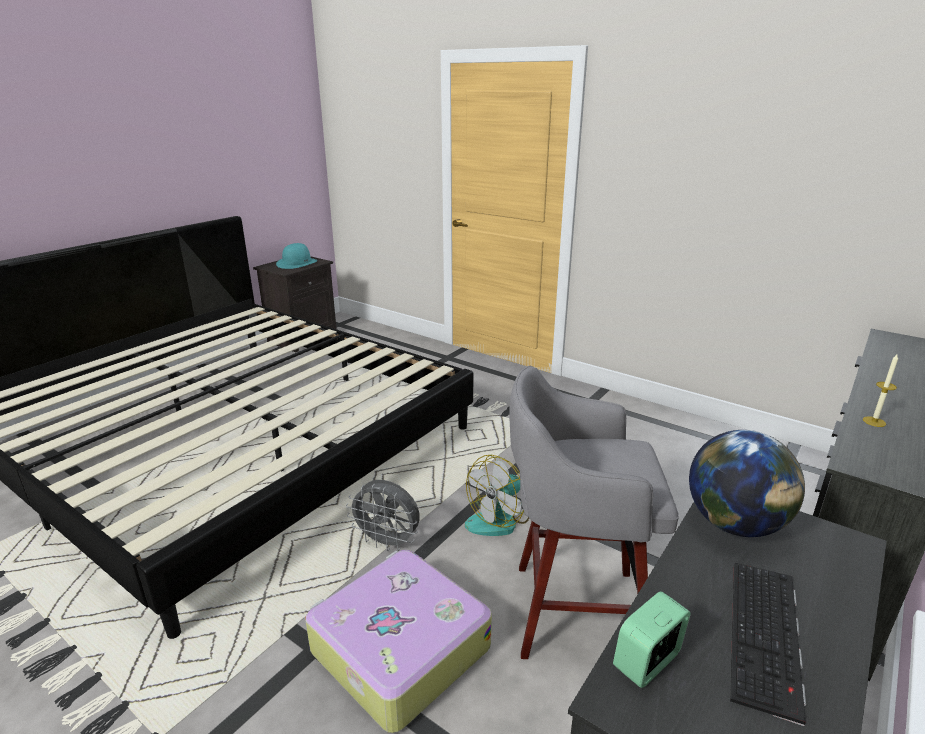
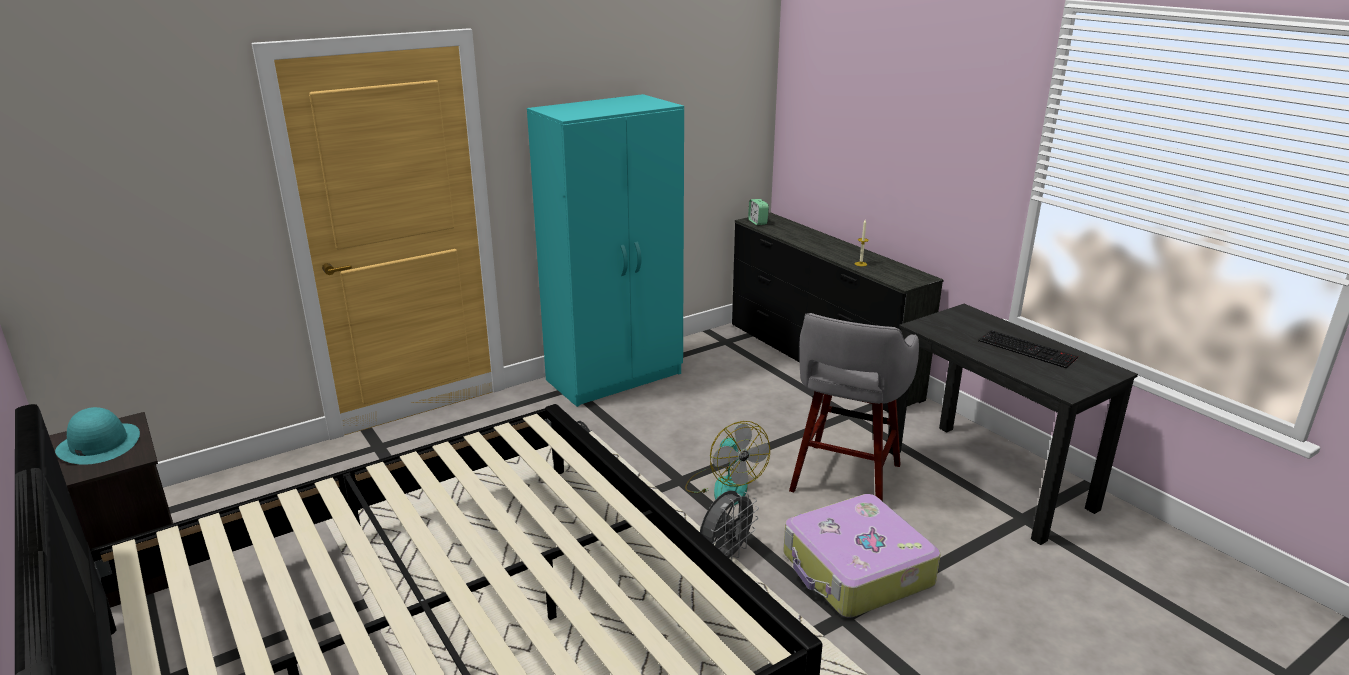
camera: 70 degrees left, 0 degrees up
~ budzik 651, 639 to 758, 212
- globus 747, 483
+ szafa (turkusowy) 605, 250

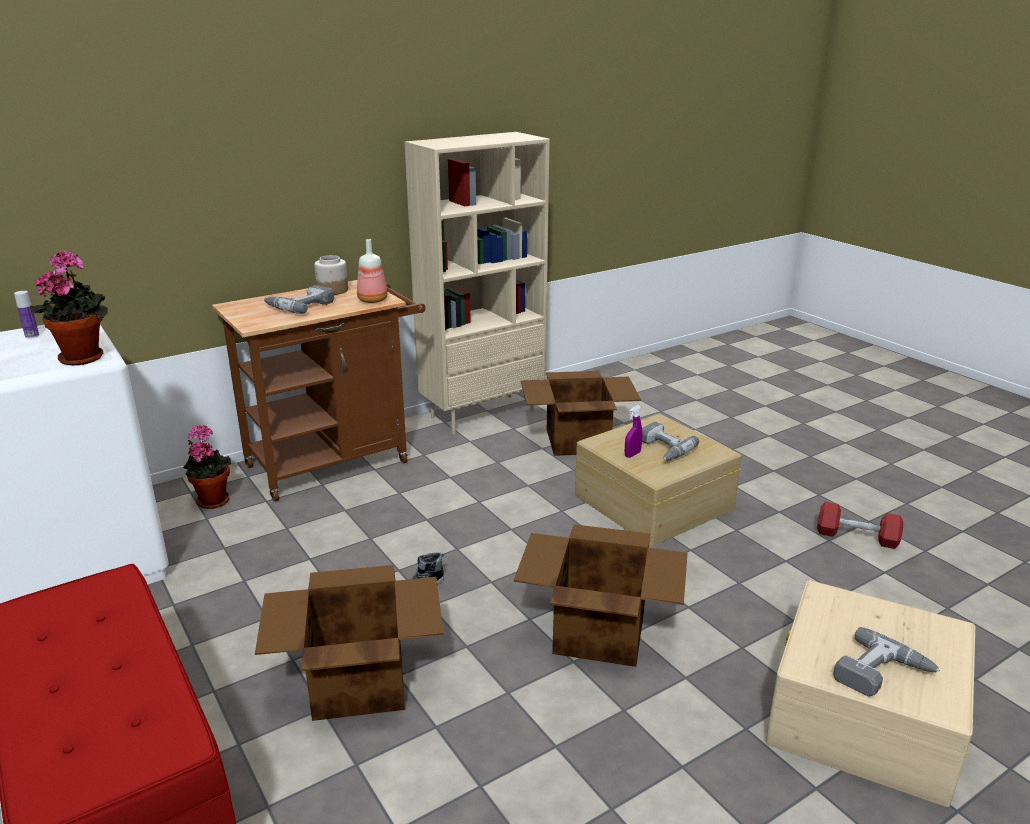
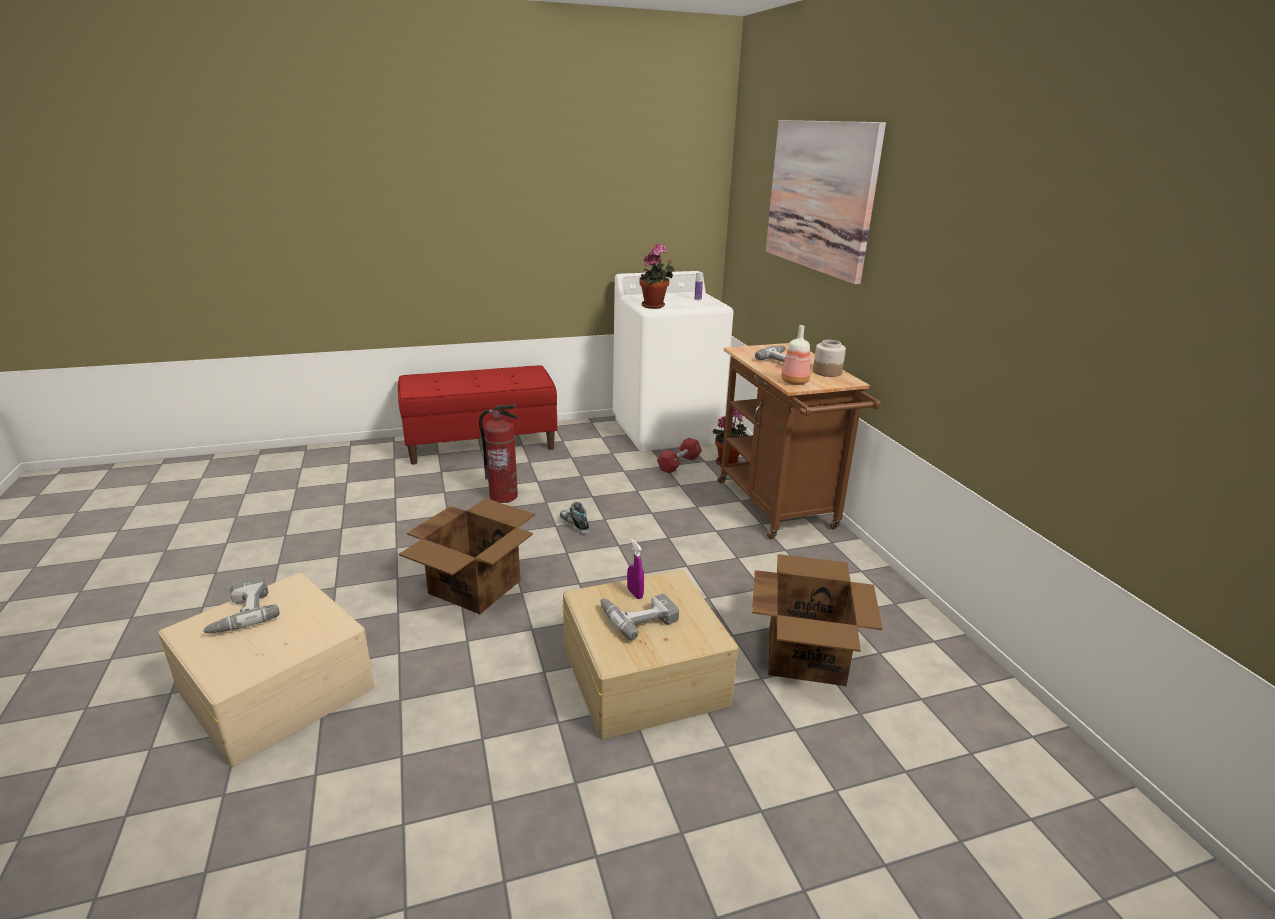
camera: 105 degrees right, 0 degrees up
~ karton 349, 643 to gaśnica 498, 453
- regał (beżowy) 477, 283
~ hantel (czerwony) 860, 525 to 679, 455
+ obraz 826, 202

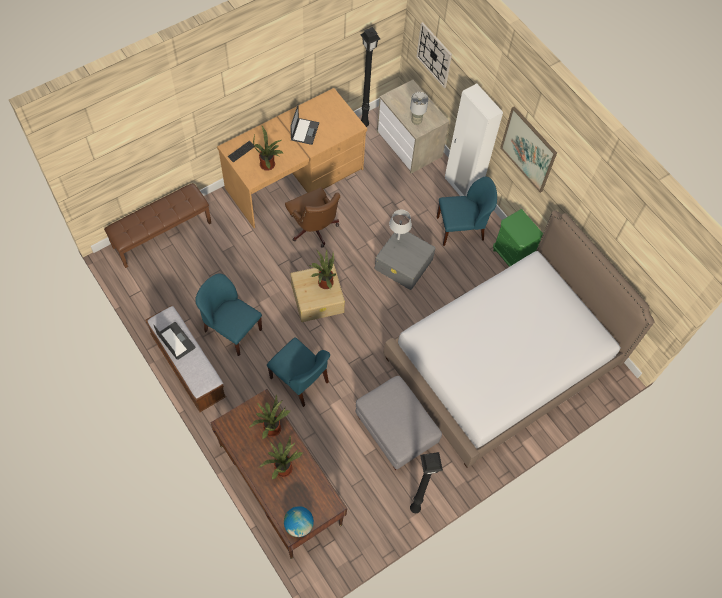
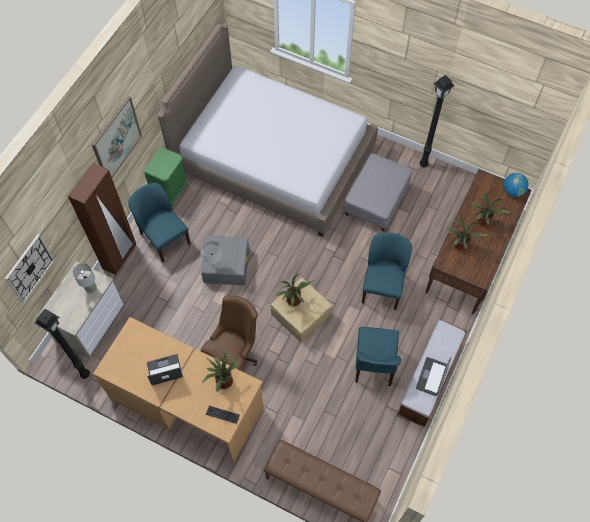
camera: 115 degrees left, 0 degrees up
~ szafa (biały) 474, 140 to szafa (brązowy) 102, 219

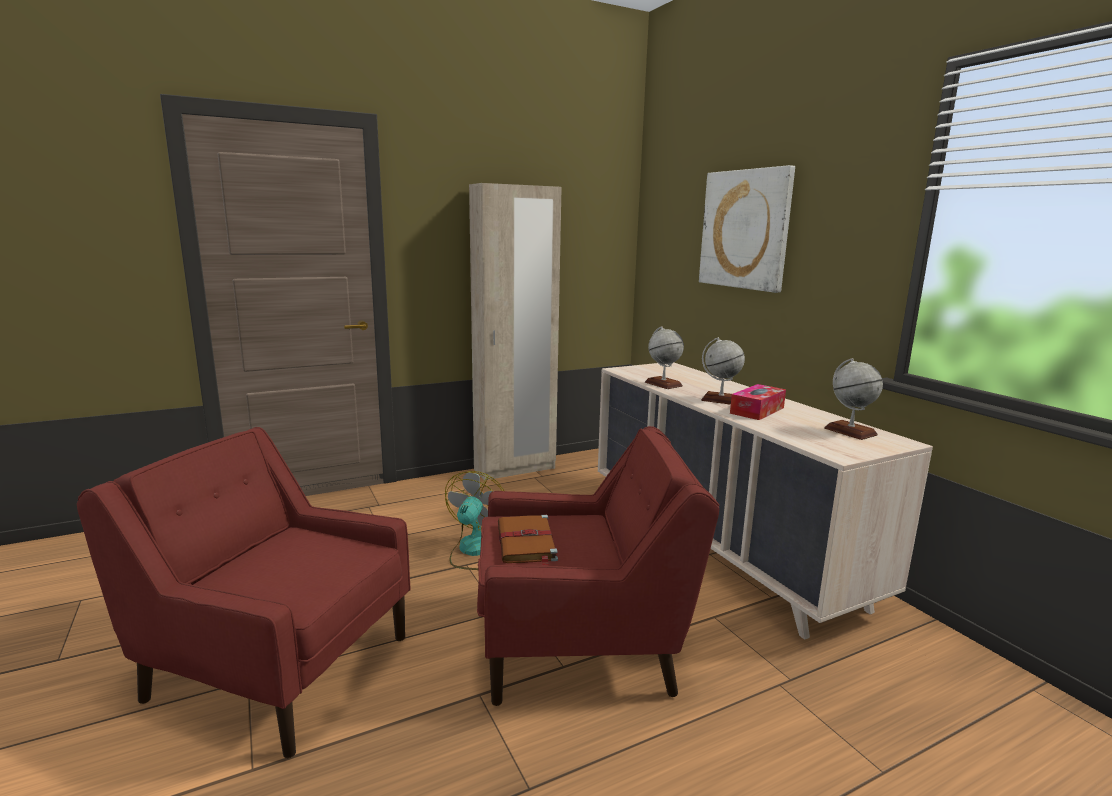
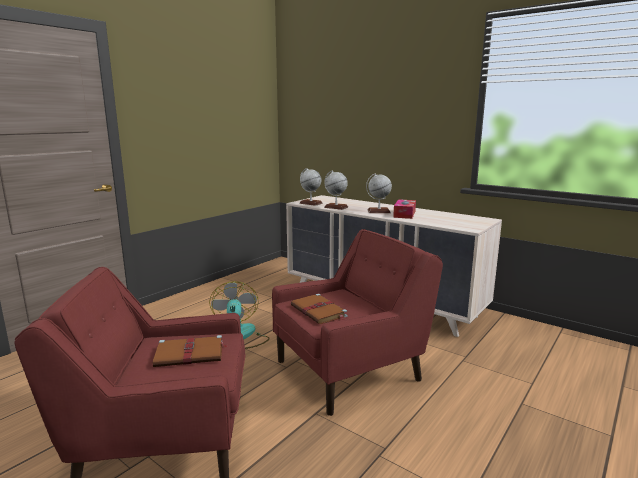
camera: 25 degrees left, 0 degrees up
- szafa (beżowy) 515, 332
- obraz 747, 229
~ globus 853, 399 to 311, 187
+ książka (brązowy) 190, 351

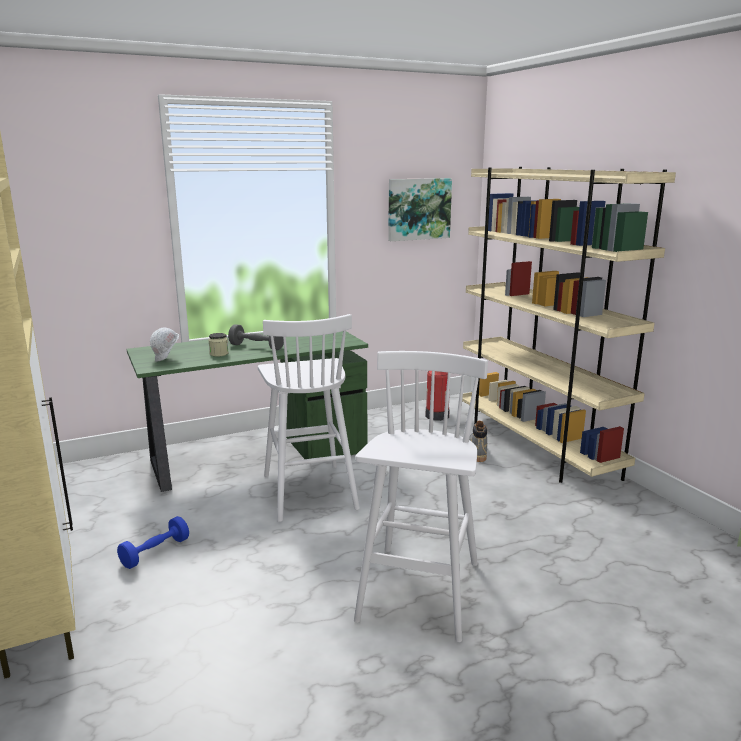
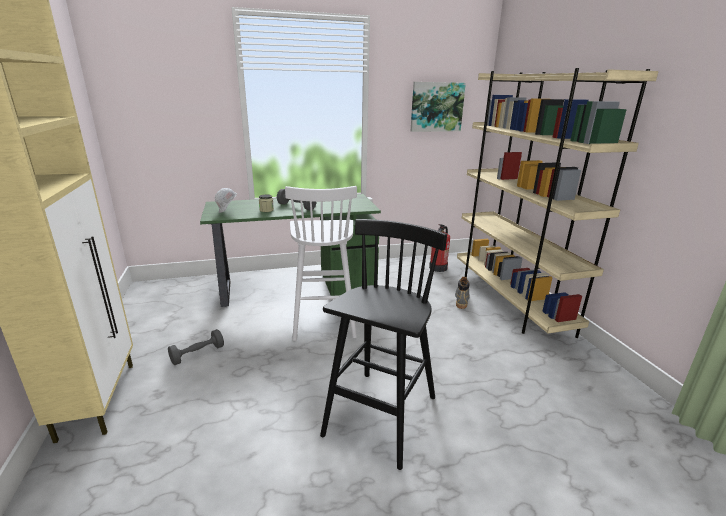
camera: 10 degrees right, 5 degrees up
~ hantel (niebieski) 153, 542 to hantel (szary) 196, 347
~ stołek (biały) 421, 496 to stołek (czarny) 383, 344

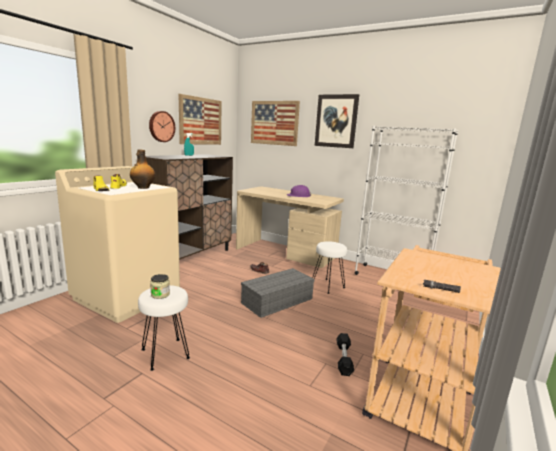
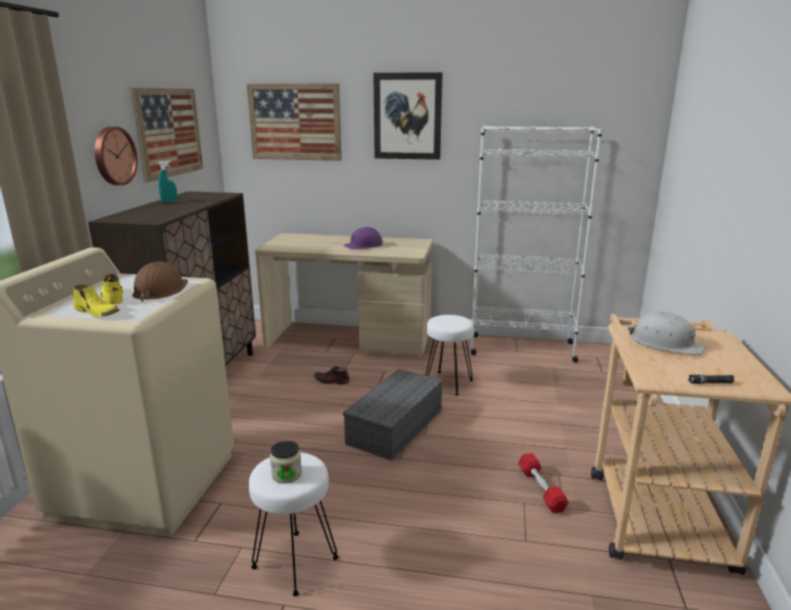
camera: 20 degrees left, 5 degrees up
~ butelka 142, 169 to kask (brązowy) 160, 281
~ hantel (czarny) 345, 354 to hantel (czerwony) 543, 483
+ kask (biały) 667, 333

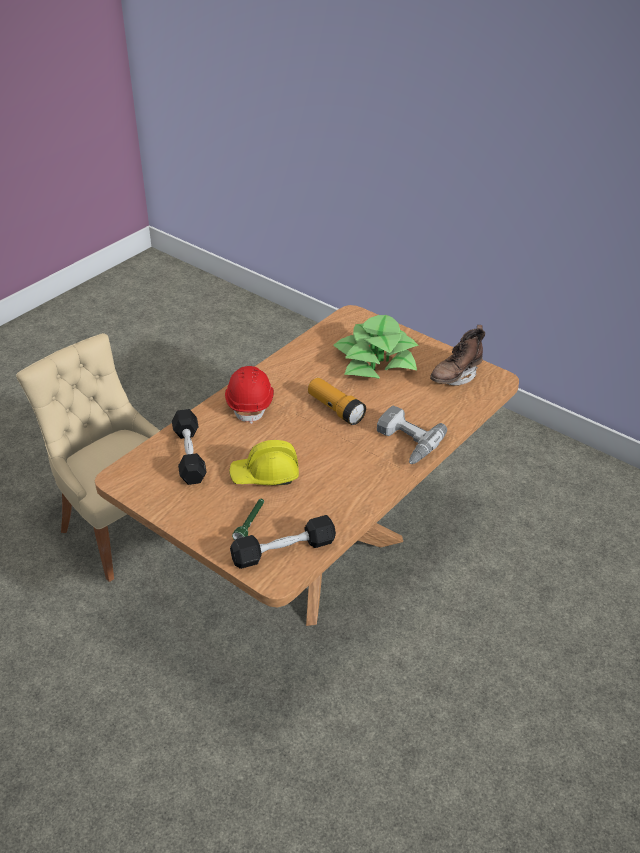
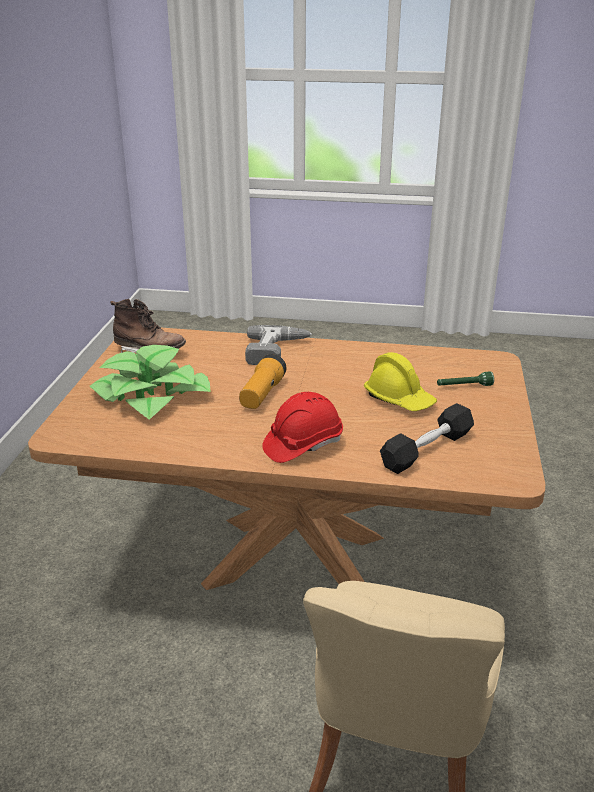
camera: 120 degrees left, 10 degrees down
- hantel (czarny) 283, 542

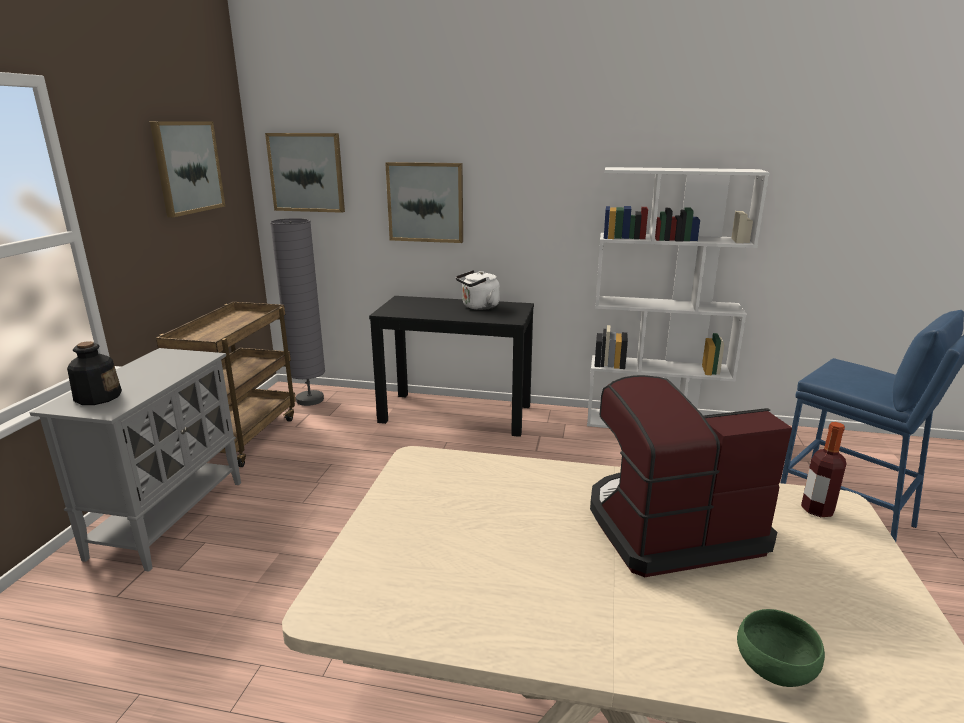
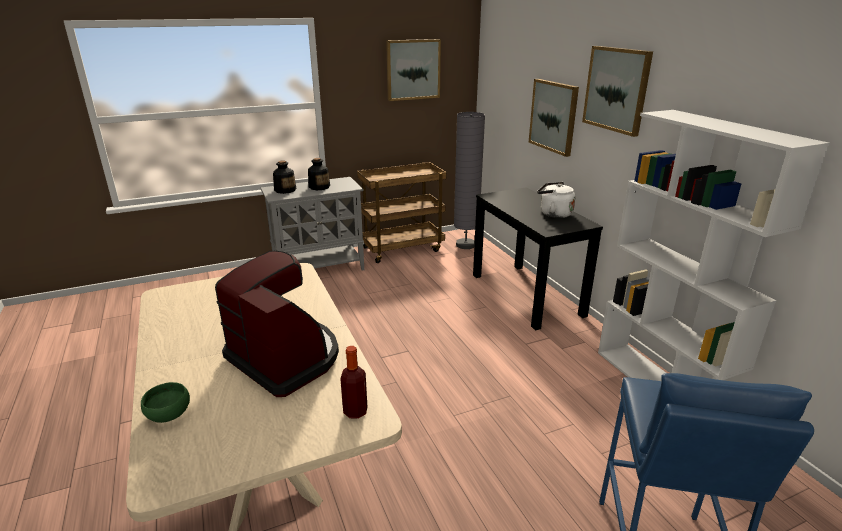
camera: 55 degrees right, 5 degrees up
~ obraz 305, 173 to 617, 91
+ butelka 319, 174

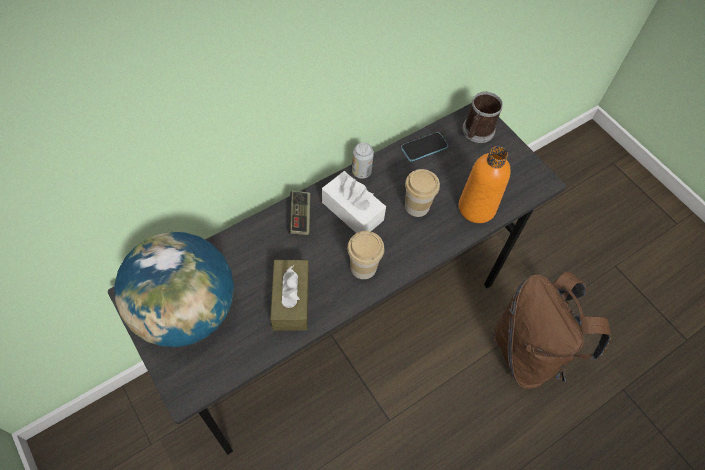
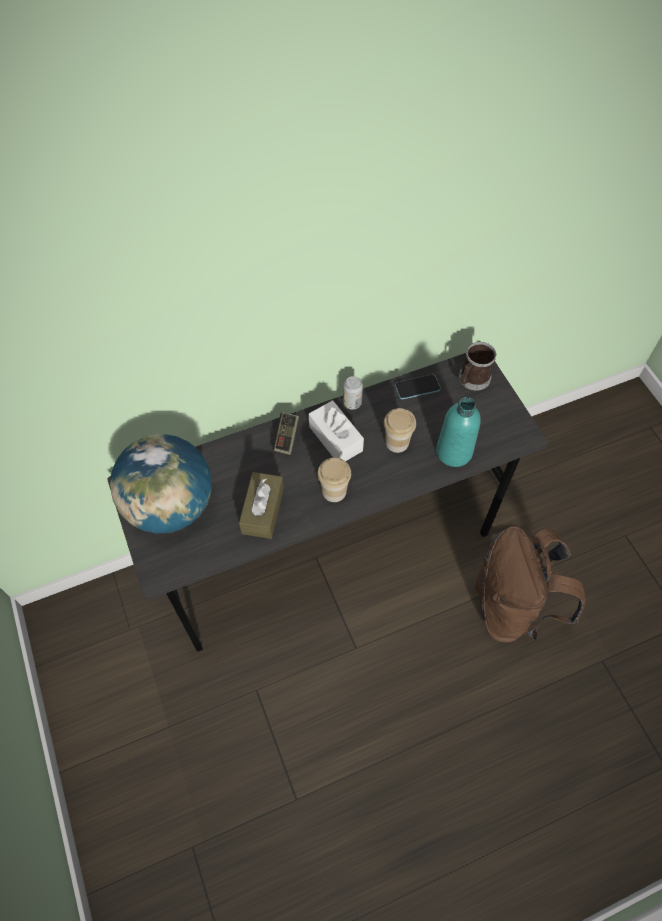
camera: 15 degrees right, 0 degrees up
~ butelka (pomarańczowy) 485, 184 to butelka (turkusowy) 458, 432

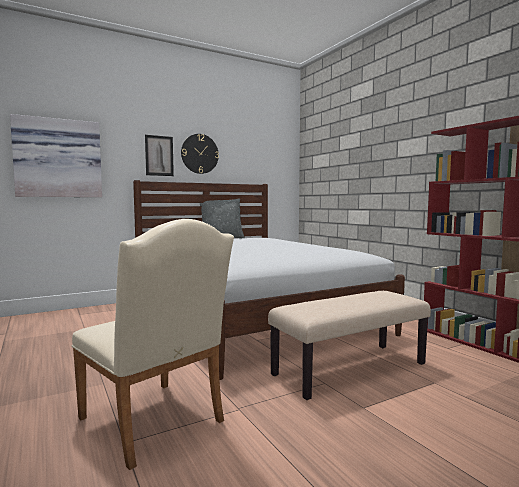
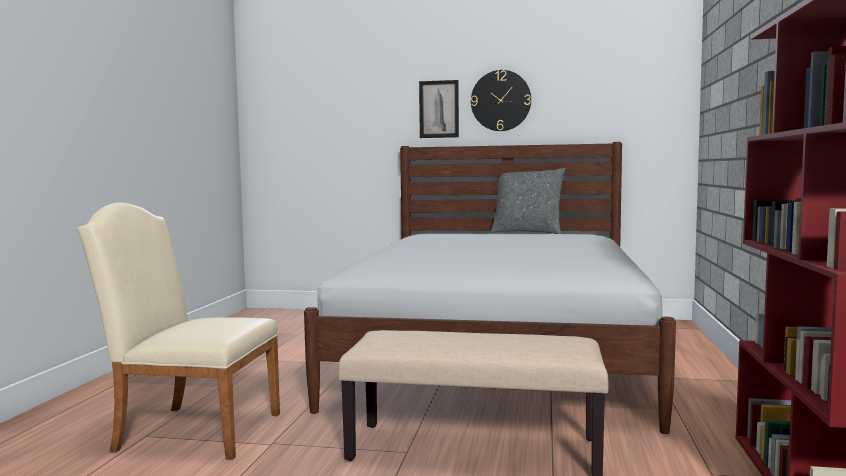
camera: 40 degrees right, 0 degrees up
- obraz 56, 155
~ krzesło (beżowy) 153, 344 = 178, 331 105 degrees clockwise

